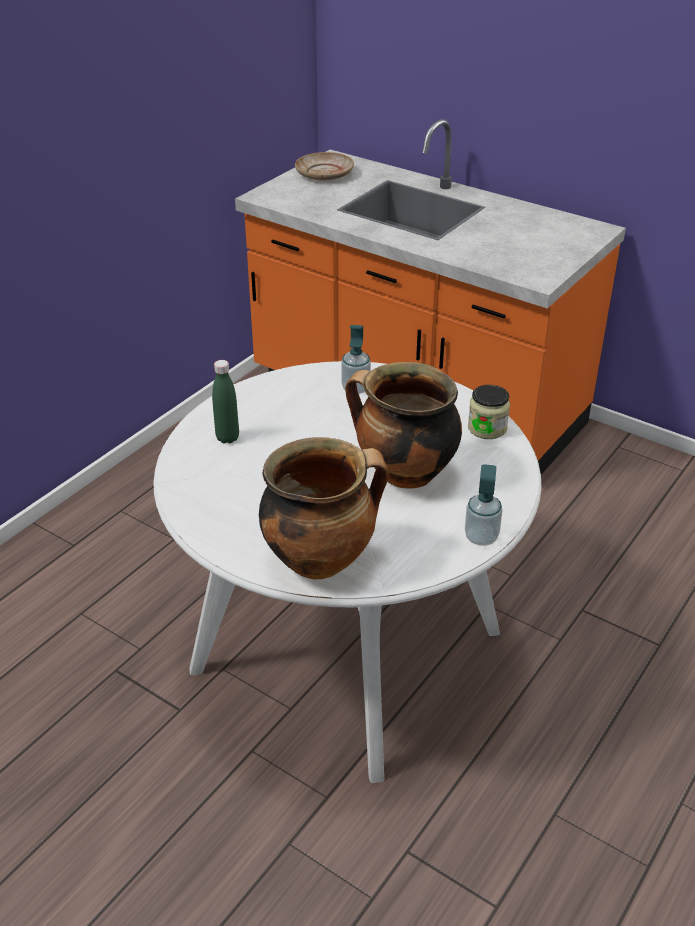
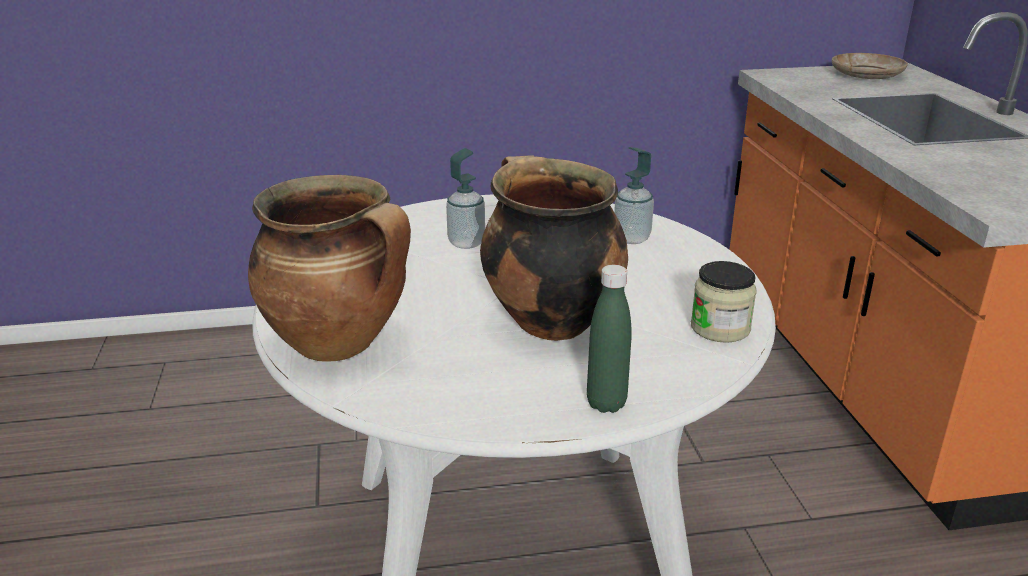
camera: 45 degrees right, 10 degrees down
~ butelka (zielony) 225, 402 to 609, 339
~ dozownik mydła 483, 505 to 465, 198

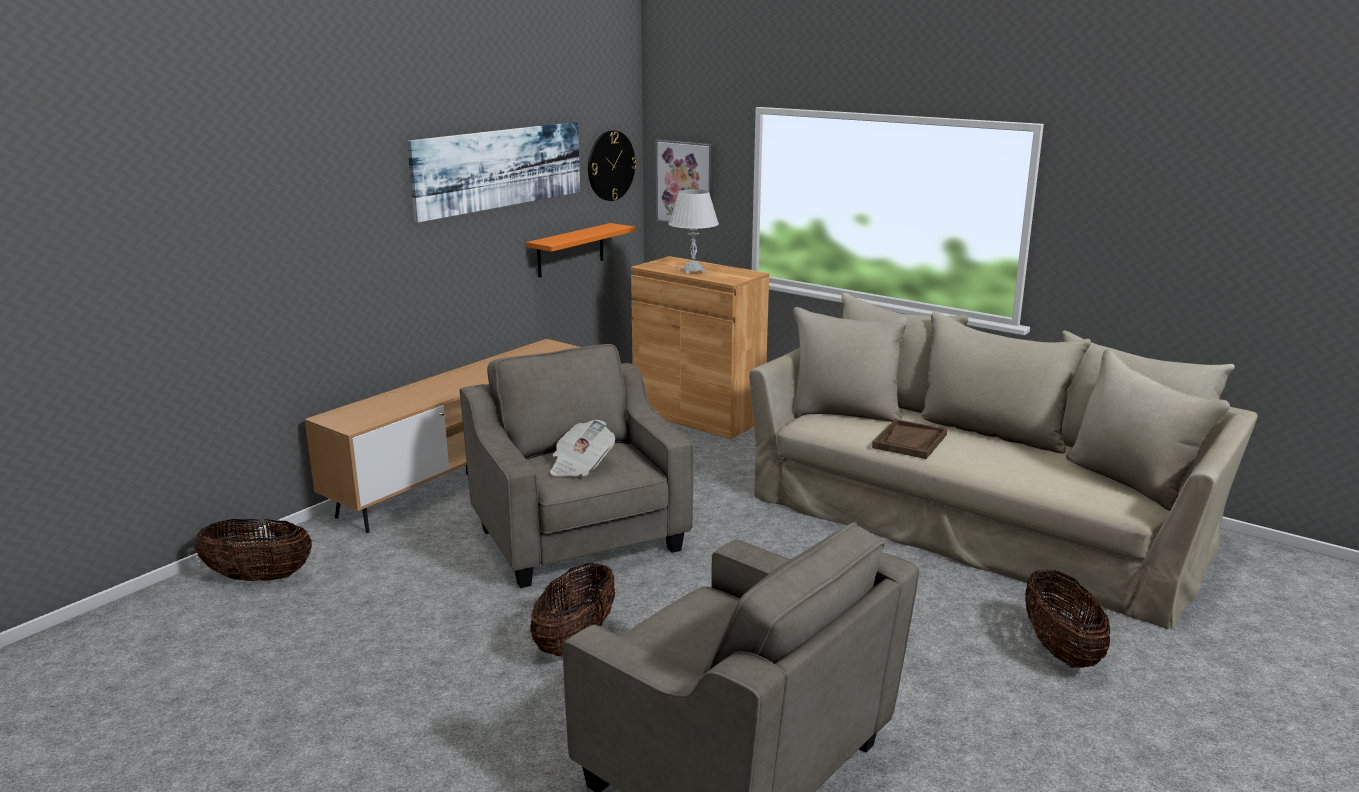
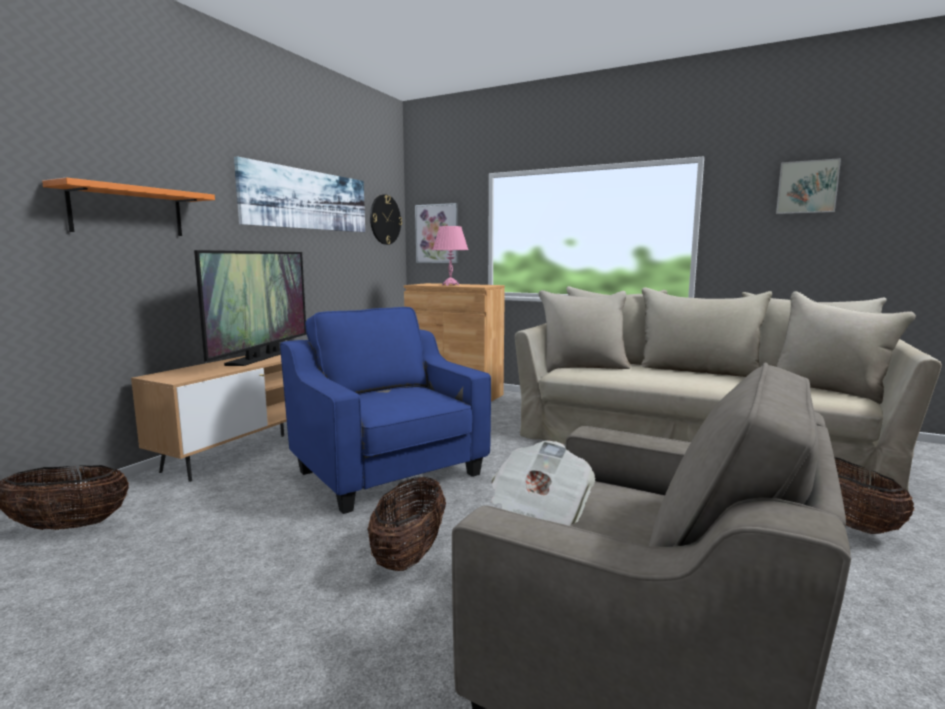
camera: 10 degrees left, 10 degrees down
~ fotel (szary) 576, 466 to fotel (niebieski) 385, 410
~ półka (pomarańczowy) 580, 250 to 128, 206
~ gazeta 582, 448 to 543, 483
~ lampa stołowa (biały) 693, 231 to lampa stołowa (różowy) 450, 256
- taca (brązowy) 909, 439
+ telewizor 250, 308
+ obraz 808, 186

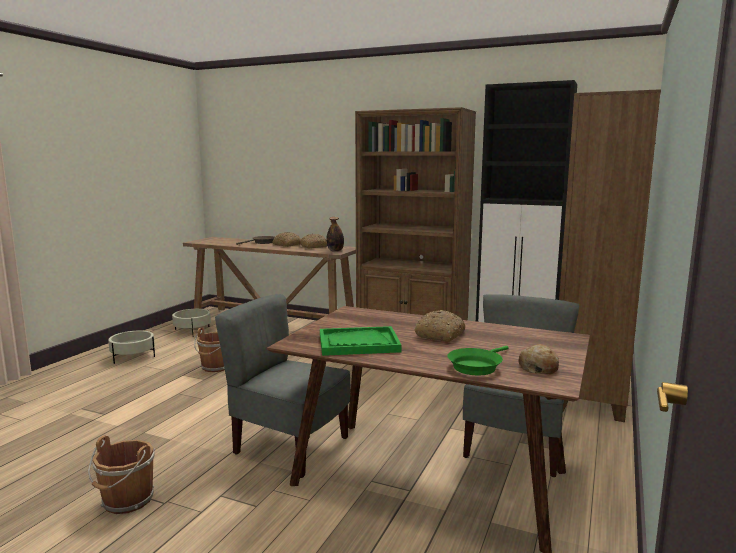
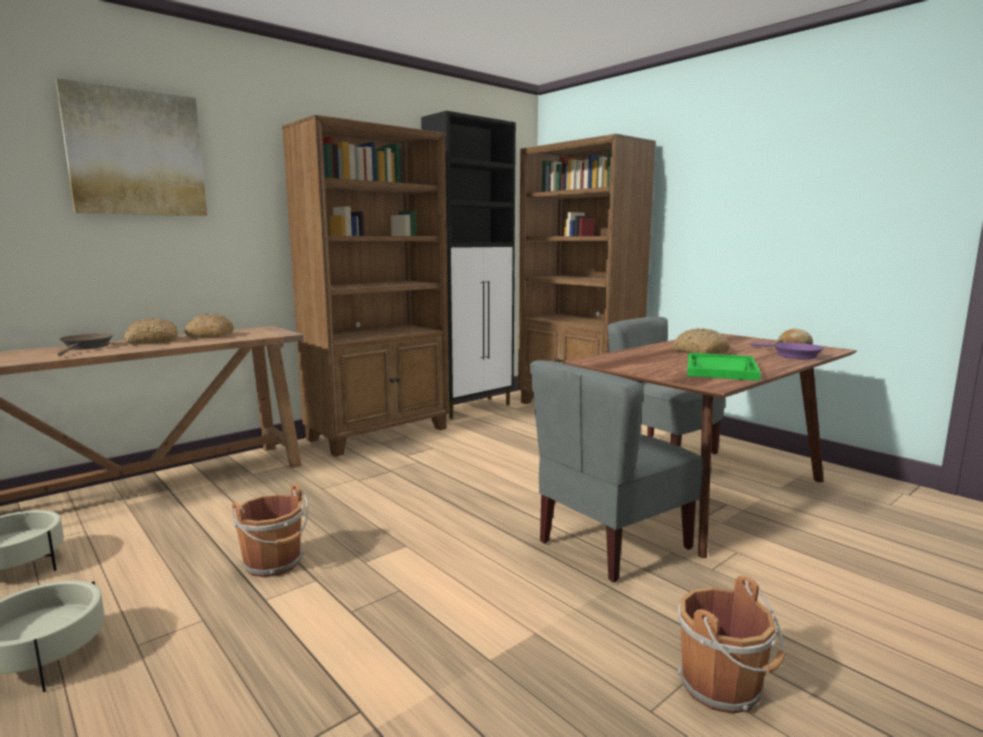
camera: 65 degrees left, 0 degrees up
- butelka 335, 234
~ patelnia (zielony) 478, 360 to patelnia (fioletowy) 787, 351
+ obraz 131, 147

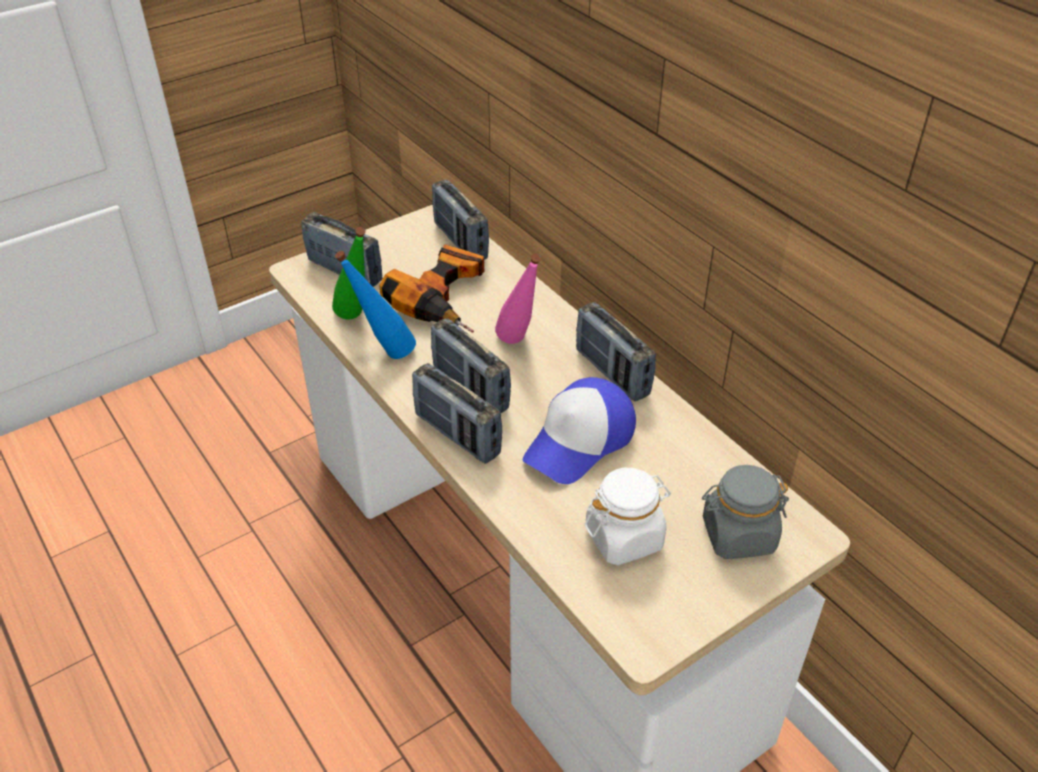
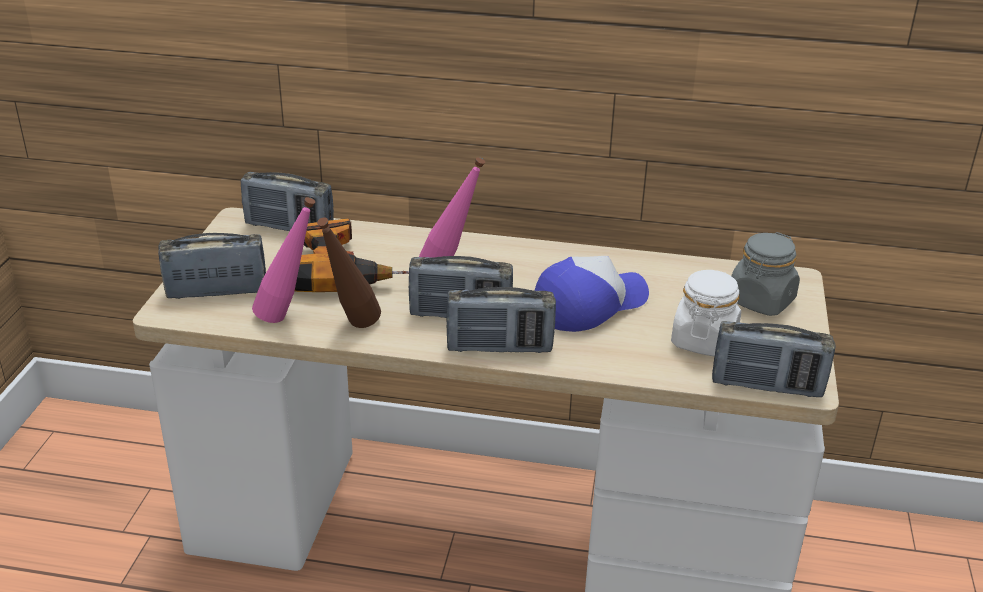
camera: 45 degrees left, 10 degrees down
~ butelka (zielony) 349, 273 to butelka (różowy) 283, 260
~ butelka (niebieski) 375, 305 to butelka (brązowy) 349, 272
~ czapka z daszkiem 579, 430 = 592, 294 120 degrees counterclockwise
~ radio 616, 351 to 773, 359

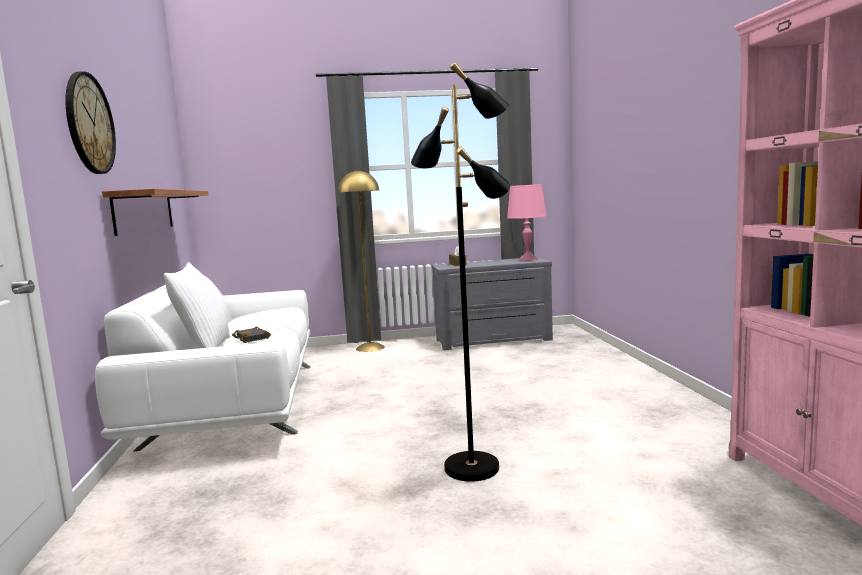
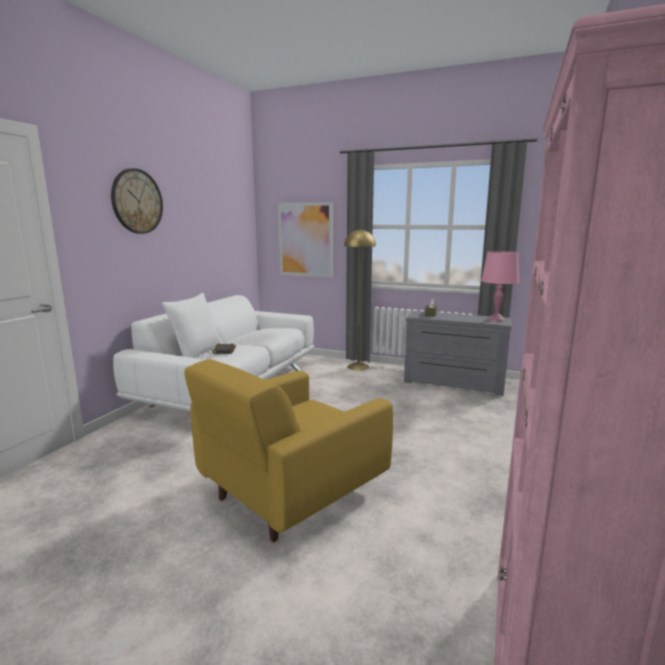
camera: 30 degrees right, 5 degrees up
- półka 155, 212
~ lampa stojąca (czarny) 460, 272 to fotel (żółty) 289, 450
+ obraz 305, 239

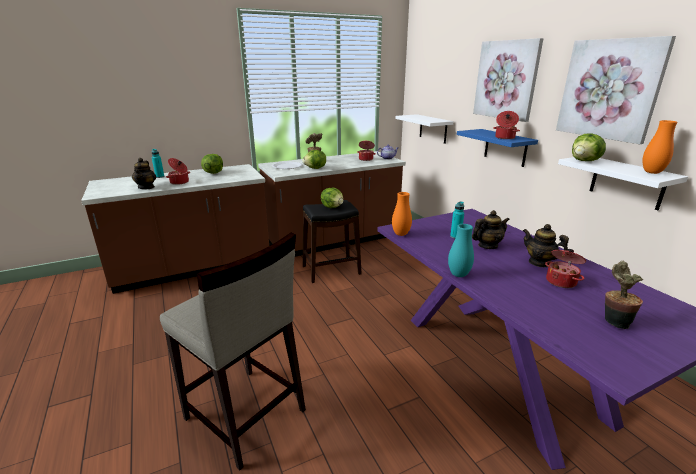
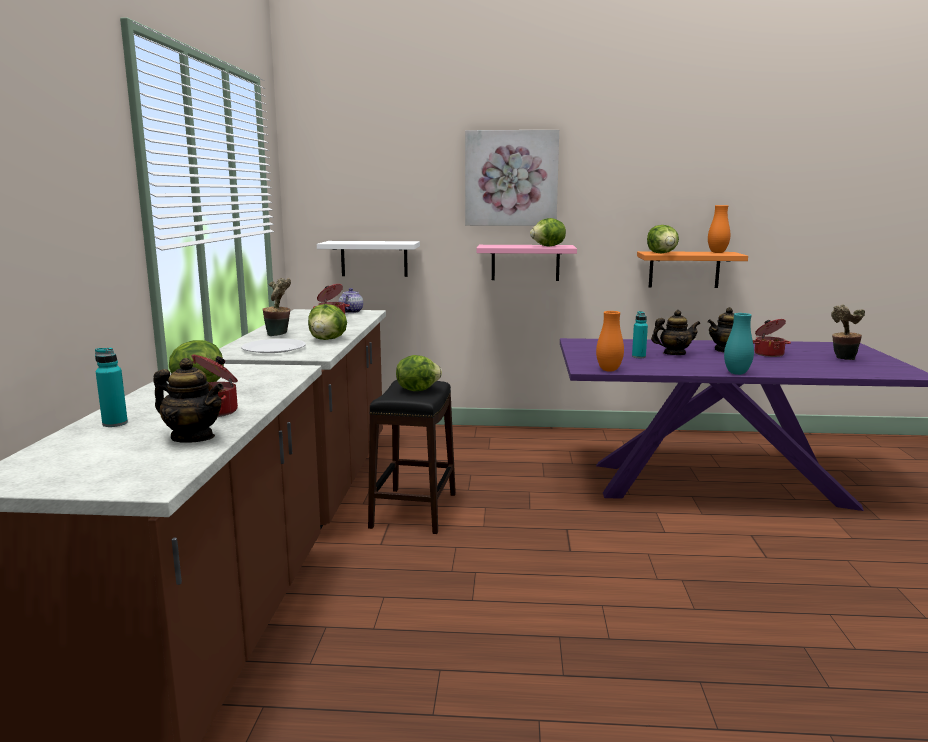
camera: 60 degrees left, 10 degrees down
- stołek (beżowy) 233, 351
~ półka (niebieski) 497, 148 to półka (różowy) 526, 263
~ imbryk 491, 229 = 676, 332 75 degrees clockwise
~ garnek 506, 125 to sałata 548, 232
- obraz 616, 90
~ półka (biały) 623, 183 to półka (pomarańczowy) 692, 269

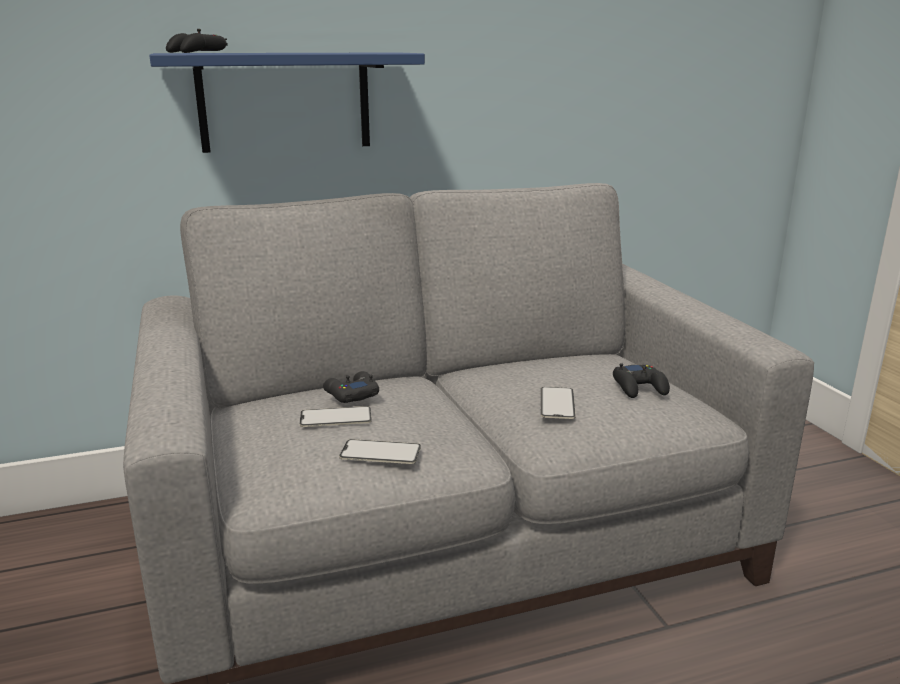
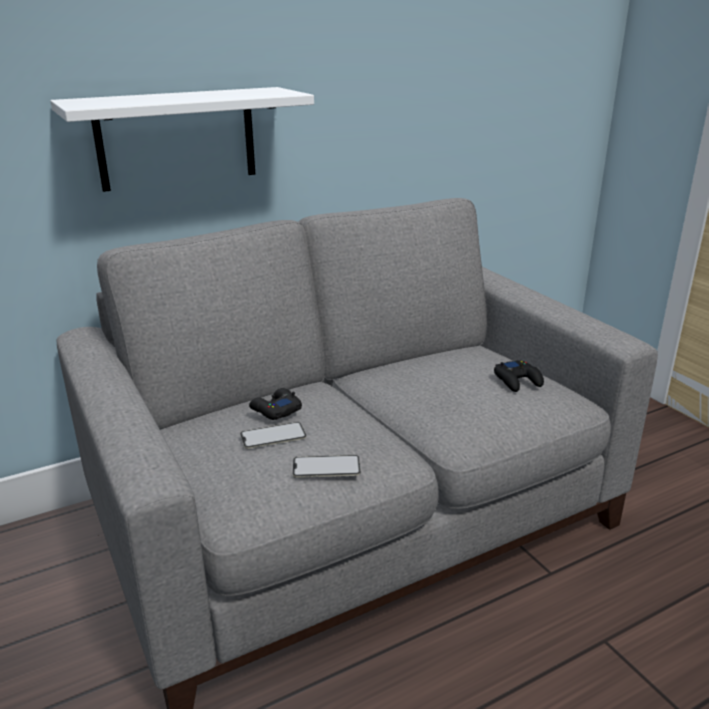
camera: 10 degrees left, 5 degrees up
~ półka (niebieski) 287, 102 to półka (biały) 182, 139
- pad do gier (czarny) 197, 41
- telefon 558, 403

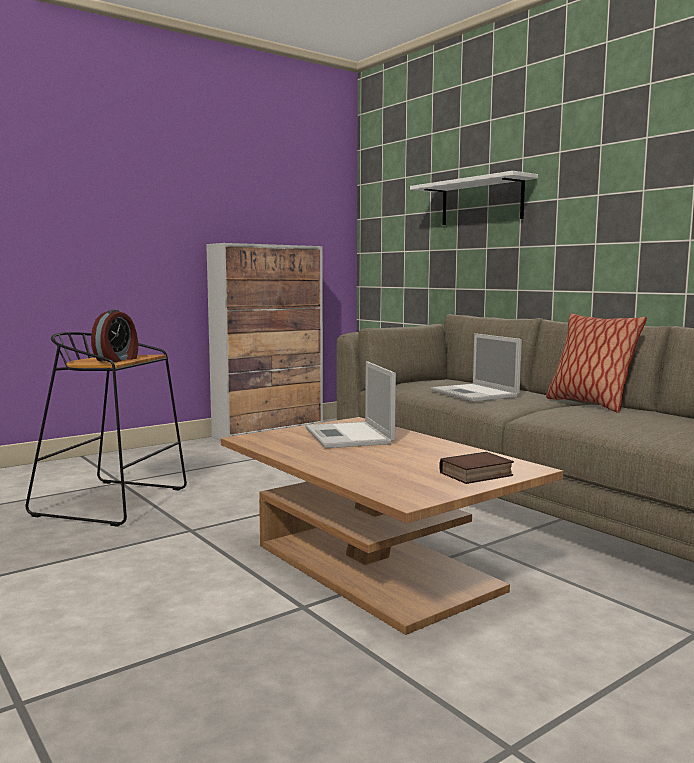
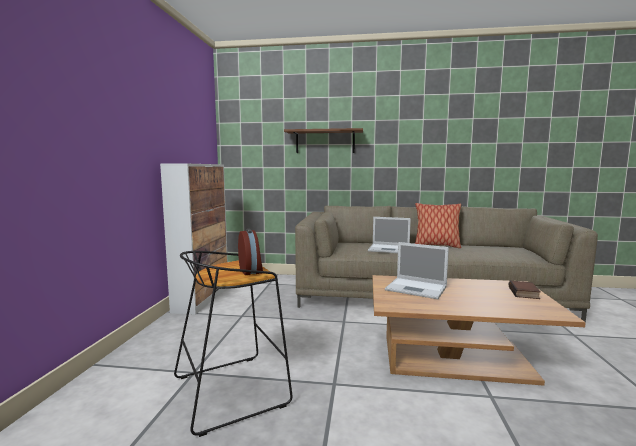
camera: 45 degrees left, 0 degrees up
~ półka (biały) 474, 198 to półka (brązowy) 323, 140

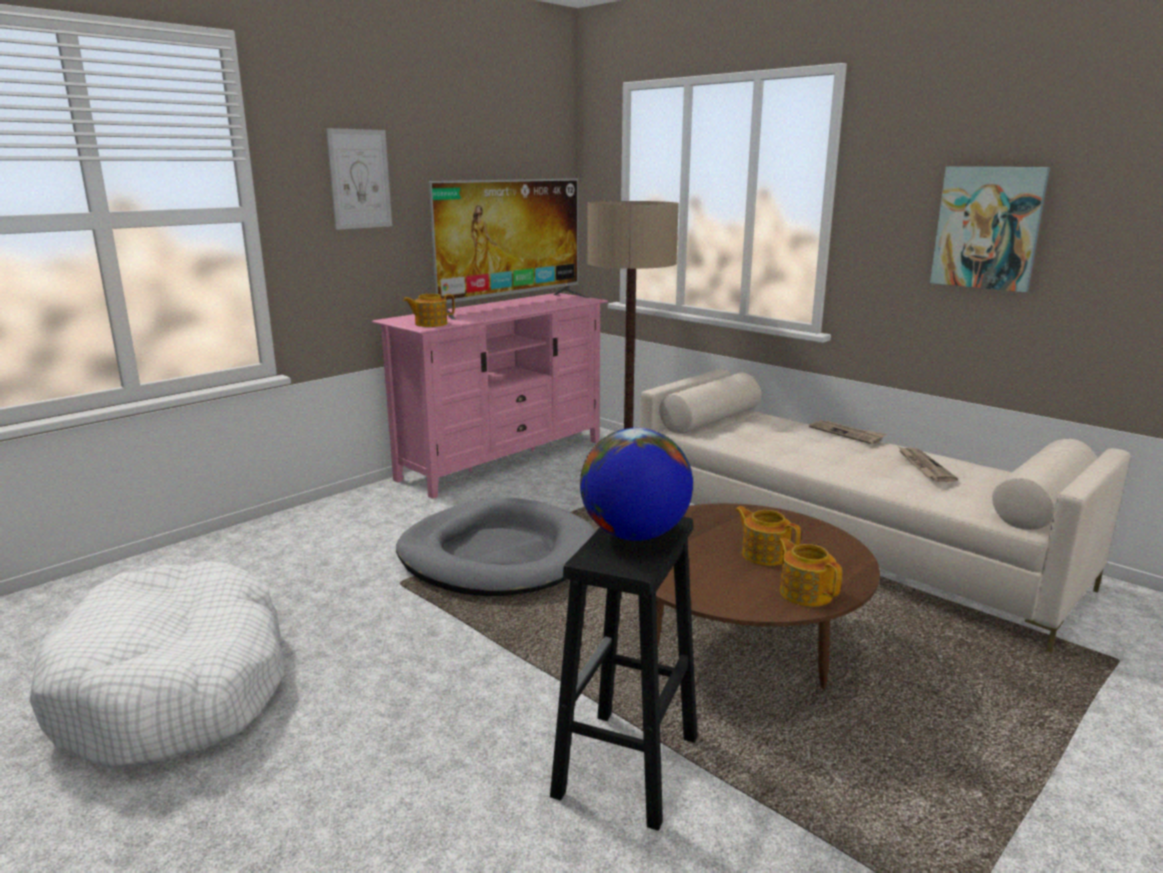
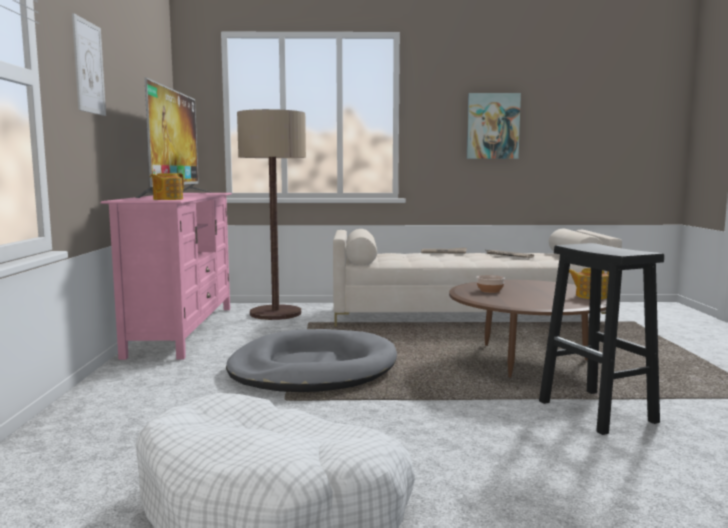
camera: 45 degrees left, 10 degrees down
- globus 636, 484
- imbryk 768, 536
+ miska 490, 284

